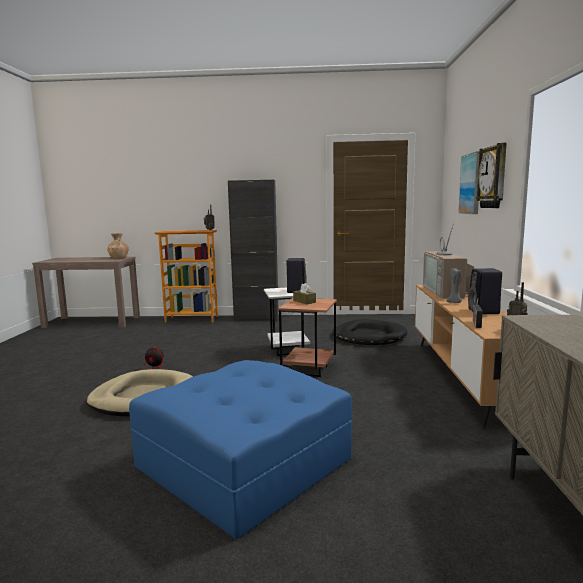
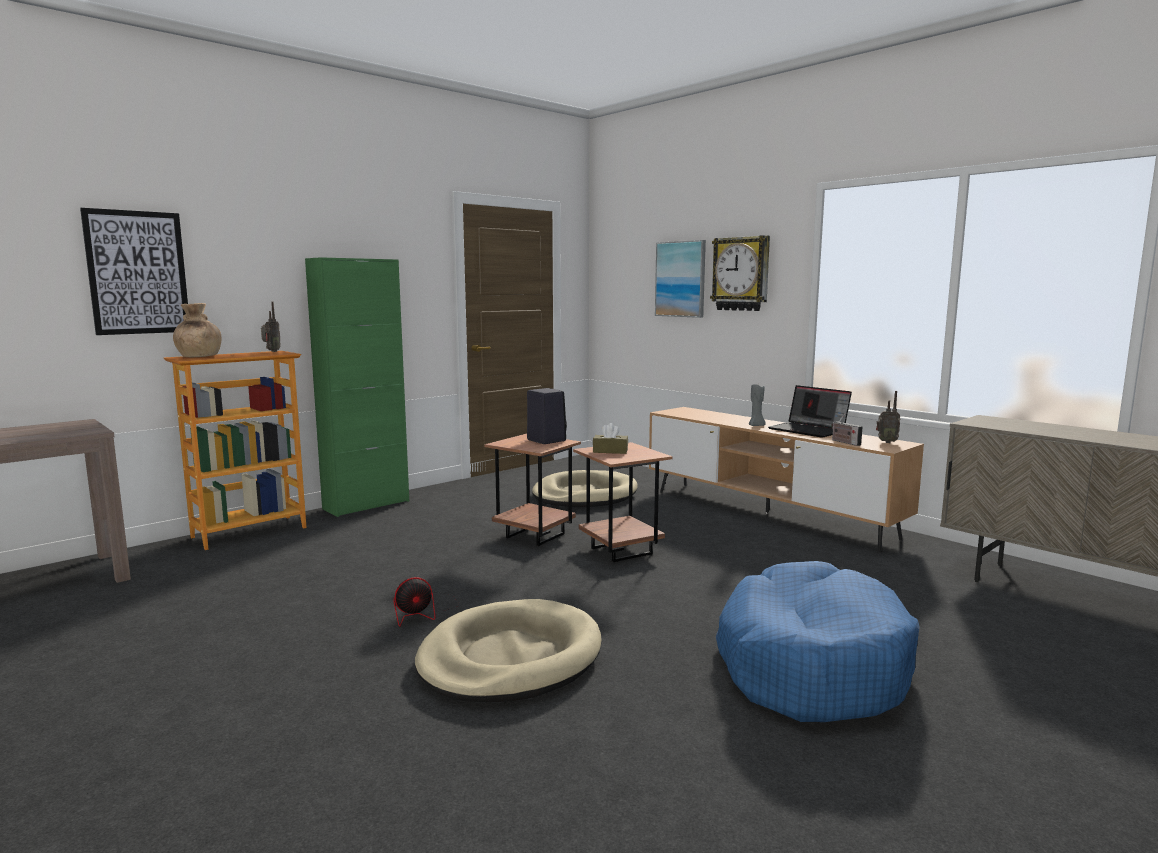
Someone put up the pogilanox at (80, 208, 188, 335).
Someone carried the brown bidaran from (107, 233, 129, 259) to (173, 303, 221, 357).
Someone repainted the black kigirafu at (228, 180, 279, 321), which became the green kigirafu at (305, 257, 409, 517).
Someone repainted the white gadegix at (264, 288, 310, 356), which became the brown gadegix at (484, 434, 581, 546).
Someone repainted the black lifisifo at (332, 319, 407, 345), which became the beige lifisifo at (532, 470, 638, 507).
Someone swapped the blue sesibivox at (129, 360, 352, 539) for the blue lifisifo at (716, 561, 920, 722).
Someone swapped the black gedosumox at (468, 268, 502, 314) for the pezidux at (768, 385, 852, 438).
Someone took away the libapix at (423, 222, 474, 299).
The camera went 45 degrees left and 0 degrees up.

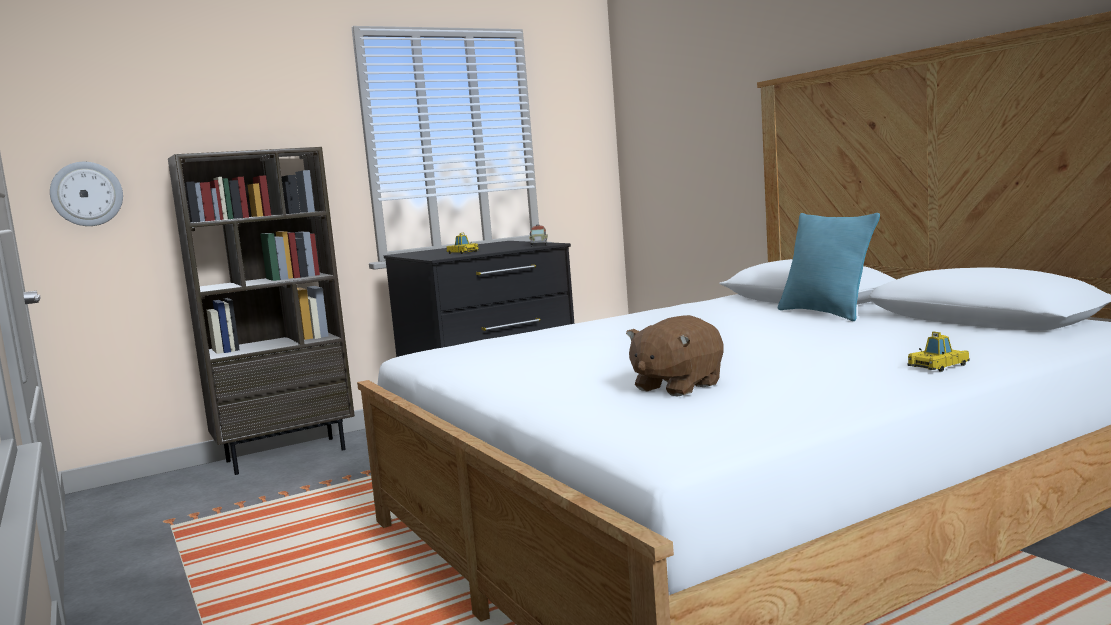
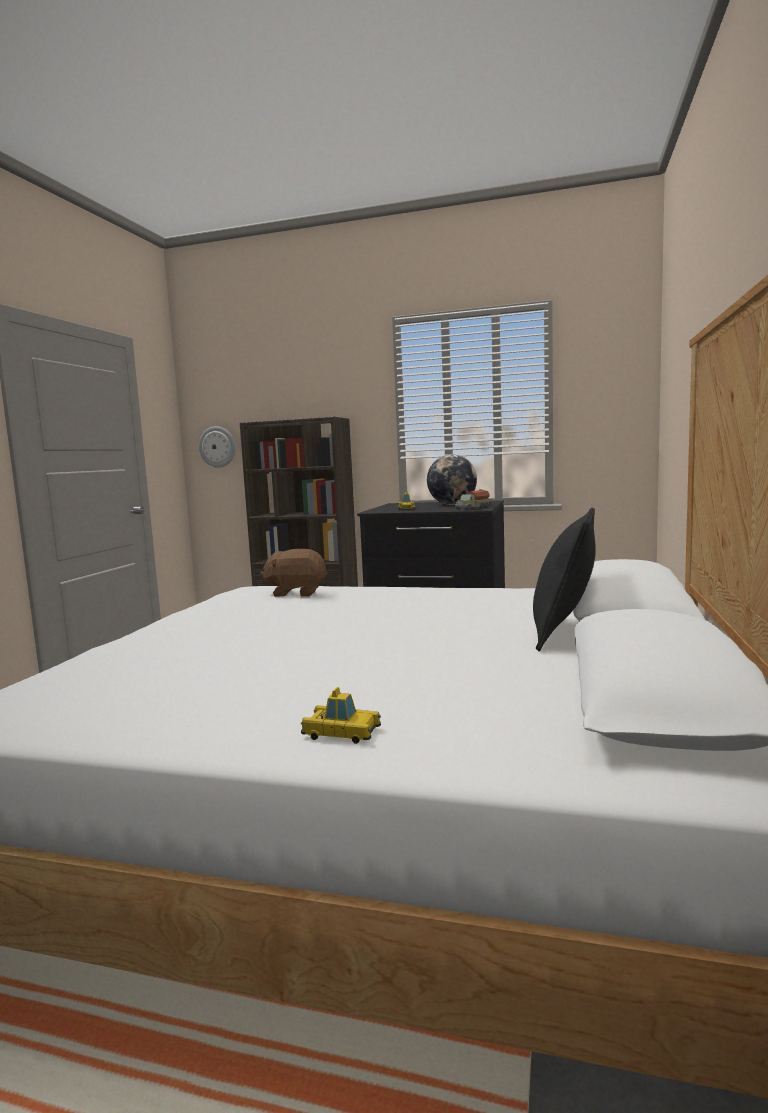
Someone carried the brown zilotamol from (626, 315, 723, 397) to (260, 549, 327, 597).
Someone put down the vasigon at (427, 455, 477, 505).
Someone repainted the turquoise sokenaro at (778, 213, 880, 321), which became the black sokenaro at (533, 507, 596, 651).
The camera went 45 degrees right and 0 degrees up.

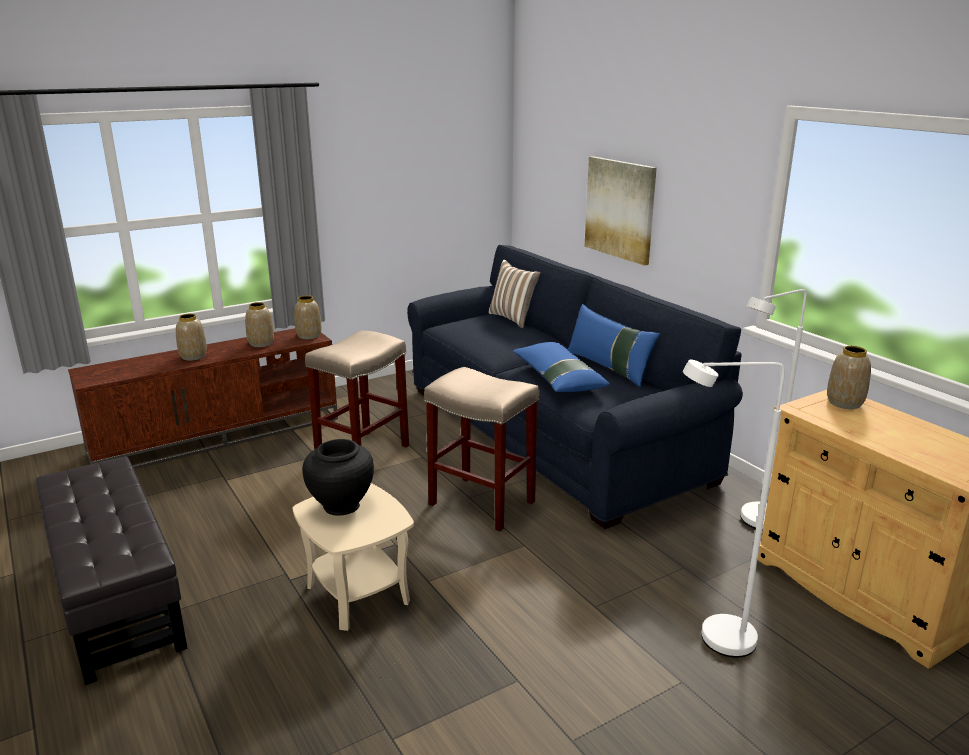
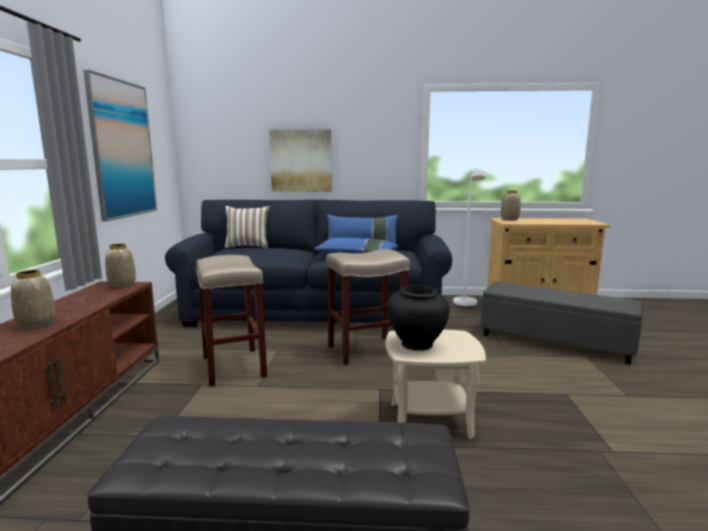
Someone put up the pogilanox at (83, 69, 157, 222).
Someone swapped the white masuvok at (683, 359, 785, 658) for the grey sesibivox at (481, 282, 643, 364).
Someone took away the bidaran at (245, 302, 274, 347).
The camera went 55 degrees left and 10 degrees down.

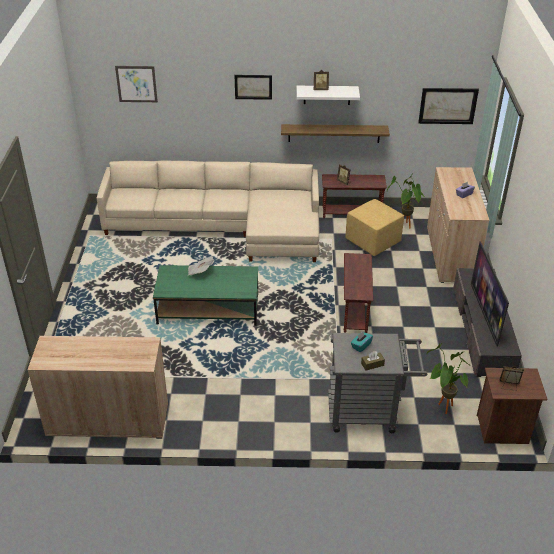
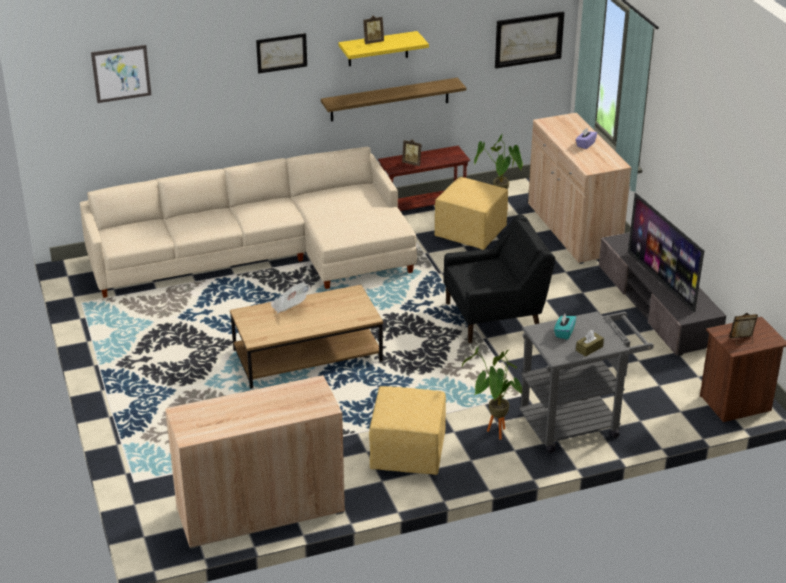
Someone repainted the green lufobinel at (153, 265, 258, 326), which became the brown lufobinel at (230, 285, 383, 389).
Someone repainted the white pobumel at (297, 86, 360, 105), which became the yellow pobumel at (338, 31, 429, 66).
Someone put down the yellow sesibivox at (369, 386, 446, 475).
Someone swapped the brown gadegix at (344, 253, 373, 333) for the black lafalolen at (443, 215, 555, 343).
Someone carried the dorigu from (426, 342, 469, 414) to (462, 346, 522, 440).
The camera went 20 degrees left and 5 degrees down.

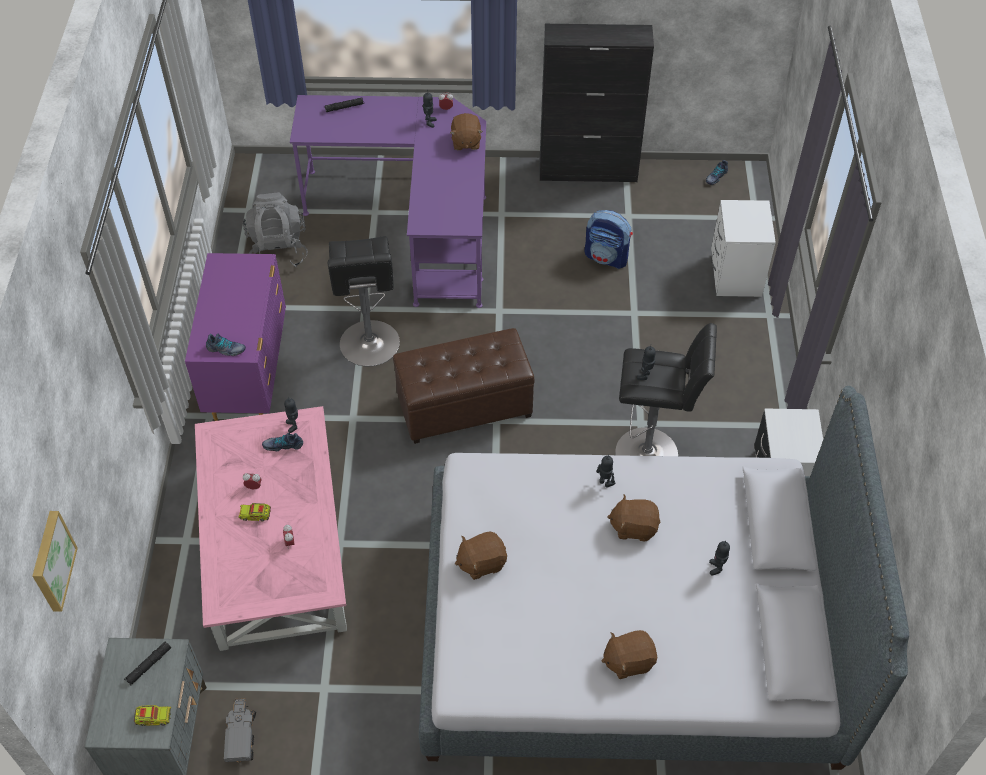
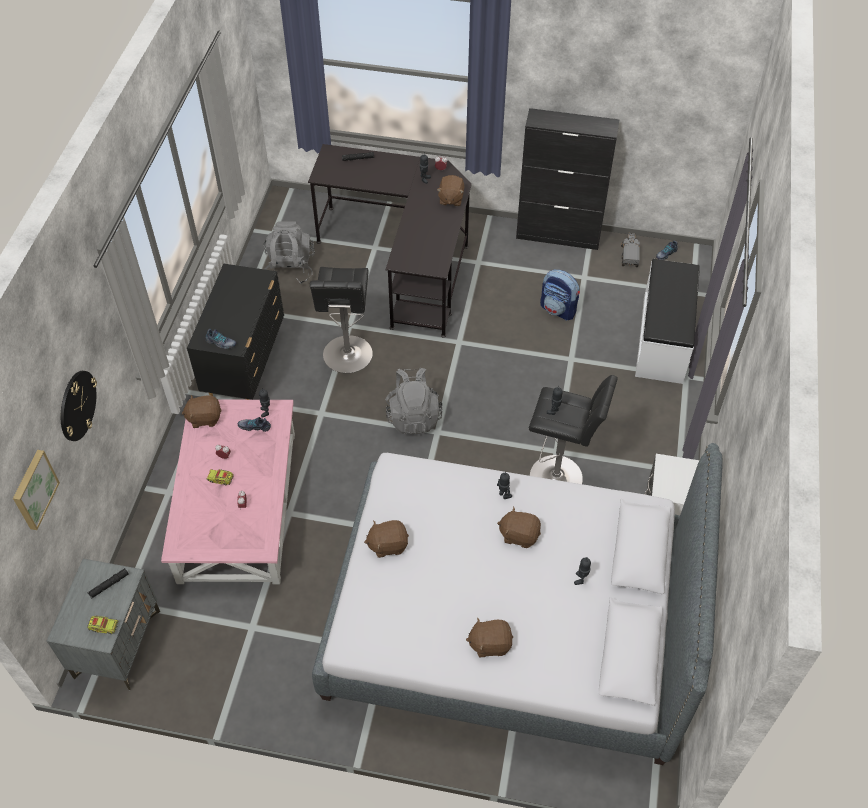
Someone put up the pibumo at (61, 371, 97, 441).
Someone put down the brown zilotamol at (181, 395, 222, 428).
Someone repainted the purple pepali at (185, 253, 286, 421), which became the black pepali at (187, 264, 284, 400).
Someone repainted the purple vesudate at (290, 95, 486, 308), which became the black vesudate at (308, 144, 472, 338).
Someone swapped the brown sesibivox at (393, 328, 535, 444) for the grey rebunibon at (385, 368, 442, 434).
Someone carried the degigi from (224, 698, 256, 762) to (621, 233, 640, 267).
Someone swapped the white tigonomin at (711, 200, 776, 297) for the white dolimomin at (635, 259, 700, 384).
The camera went 10 degrees right and 0 degrees up.

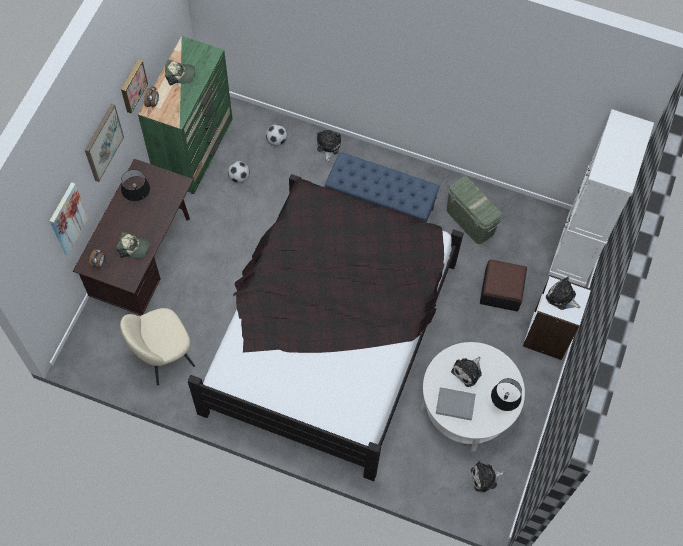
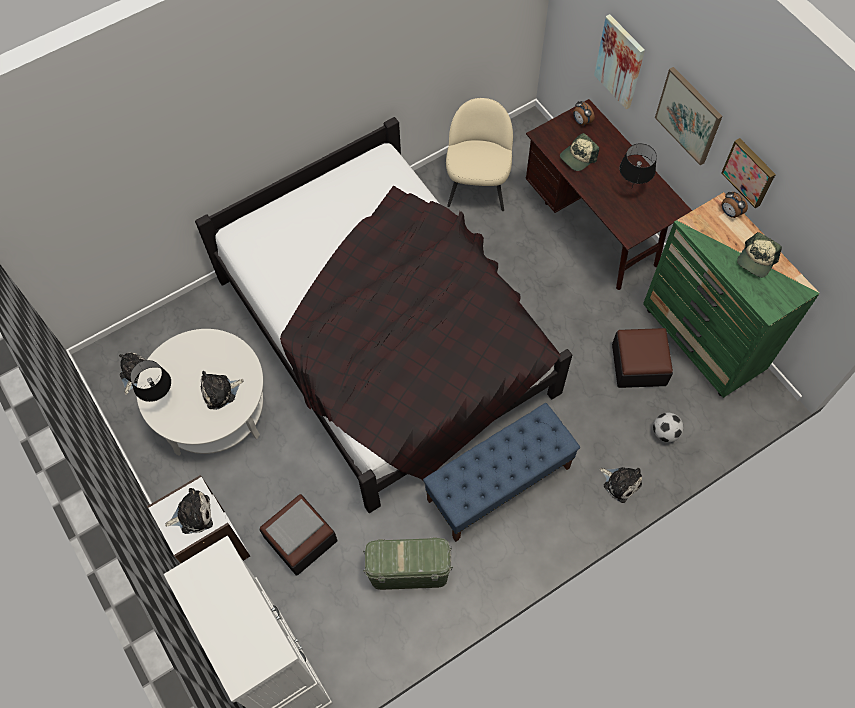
Someone rotated the zilotamol at (451, 356, 482, 387) by 105 degrees counterclockwise.
Someone carried the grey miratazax from (436, 387, 476, 421) to (266, 499, 324, 556).
Someone swapped the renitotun at (228, 161, 250, 183) for the sesibivox at (612, 328, 673, 388).
The camera went 130 degrees right and 0 degrees up.

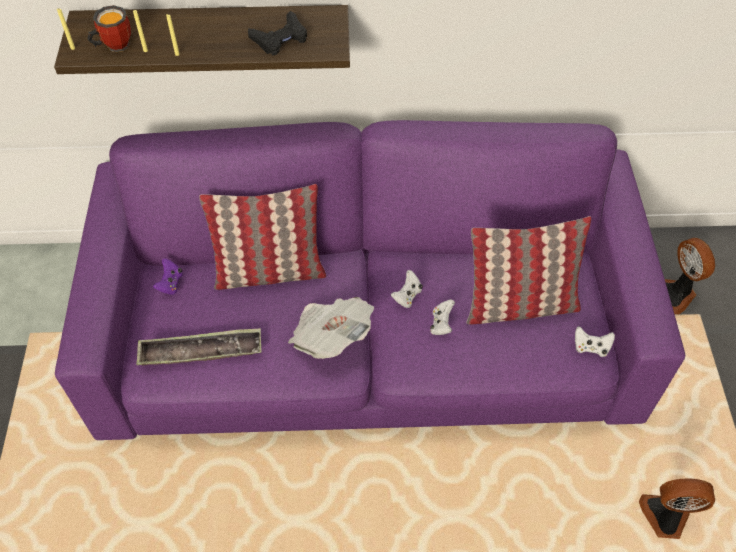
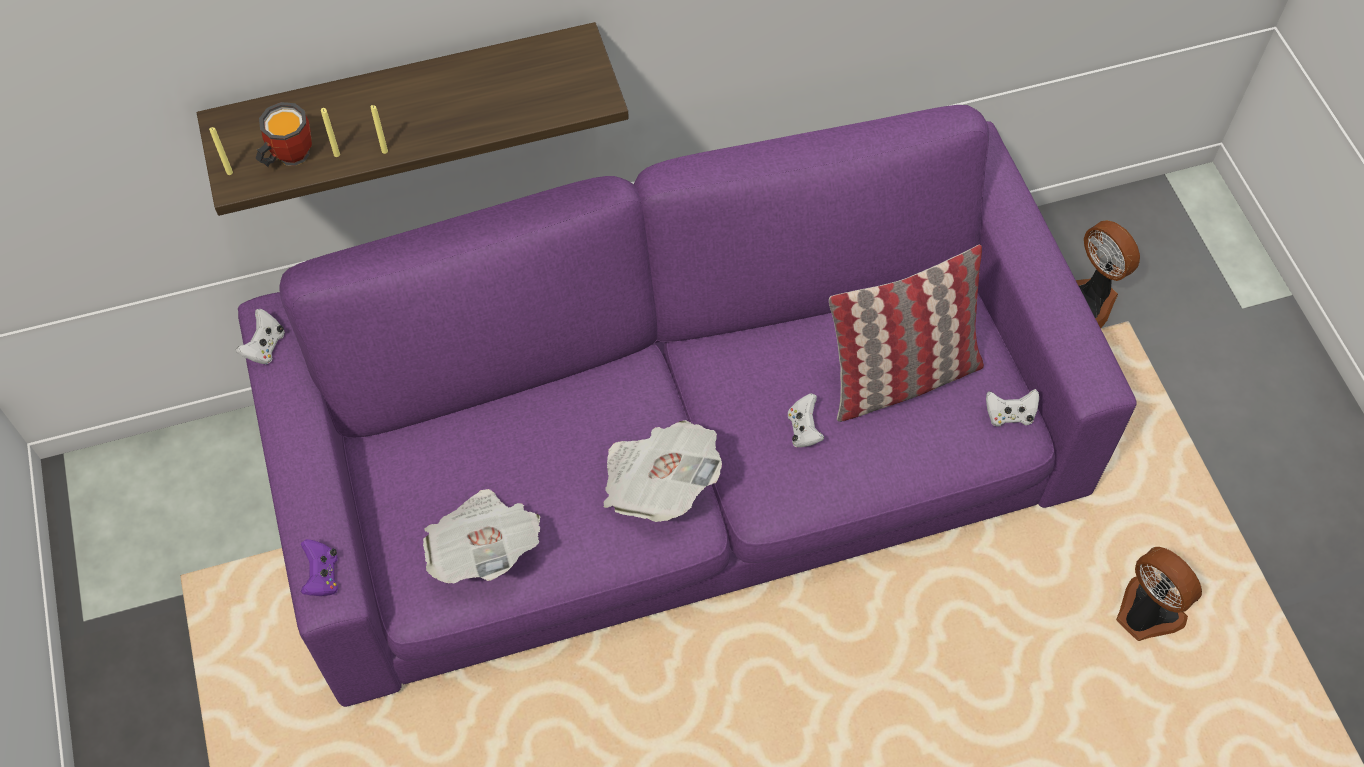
Someone carried the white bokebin from (391, 270, 423, 308) to (236, 309, 285, 365).
Someone carried the purple bokebin from (153, 258, 183, 295) to (301, 539, 338, 596).
Someone swapped the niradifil at (136, 328, 261, 366) for the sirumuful at (423, 489, 541, 584).
Someone rotated the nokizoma at (639, 479, 715, 539) by 60 degrees clockwise.
Someone took away the sokenaro at (199, 184, 326, 290).
Someone took away the black bokebin at (248, 11, 307, 55).
The camera went 15 degrees left and 5 degrees up.

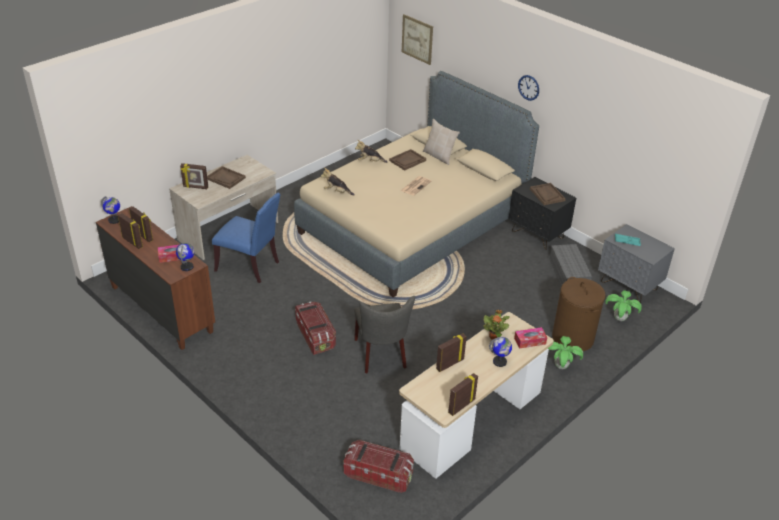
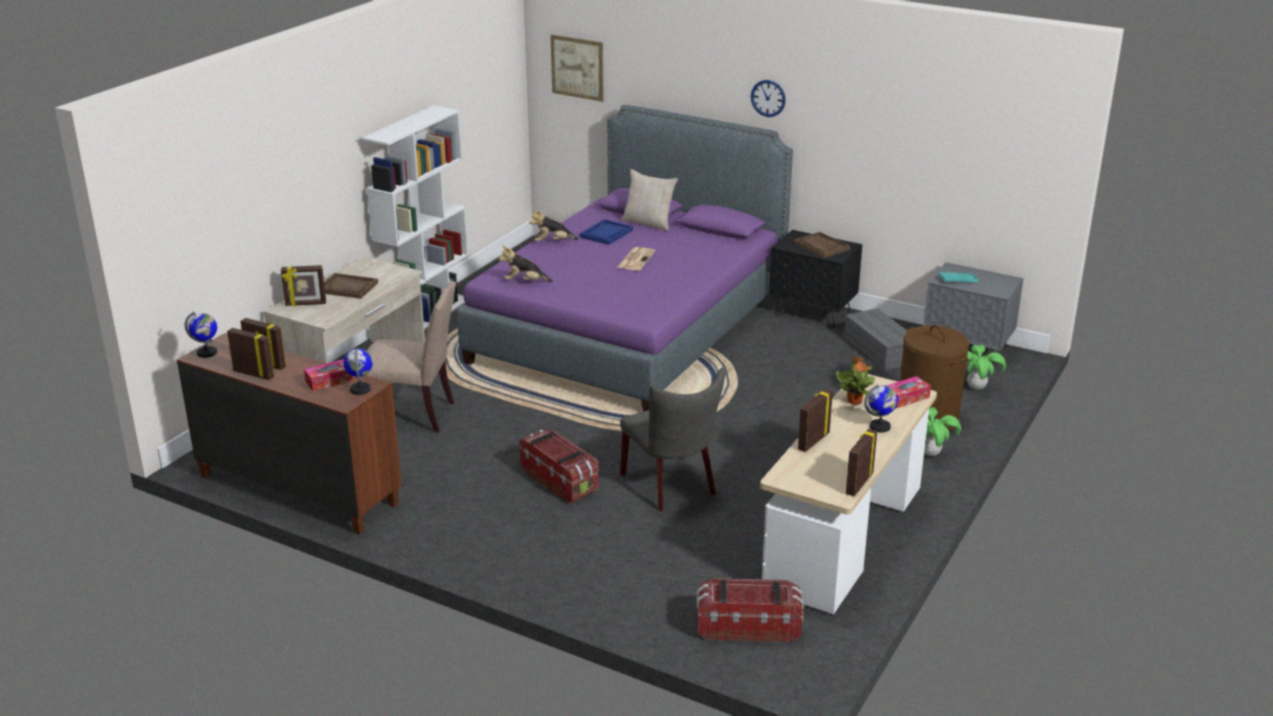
Someone put down the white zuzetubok at (362, 105, 468, 330).
Someone repainted the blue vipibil at (212, 193, 280, 283), which became the beige vipibil at (366, 281, 456, 432).
Someone repainted the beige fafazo at (294, 71, 539, 297), which became the purple fafazo at (457, 105, 793, 412).
Someone repainted the brown niradifil at (389, 149, 426, 171), which became the blue niradifil at (580, 219, 633, 245).
The camera went 15 degrees left and 10 degrees down.

